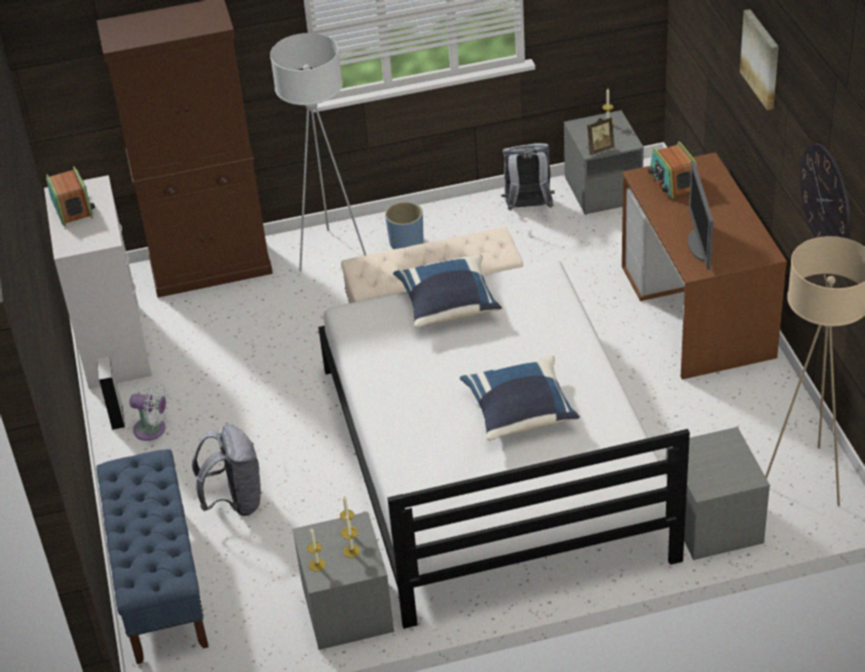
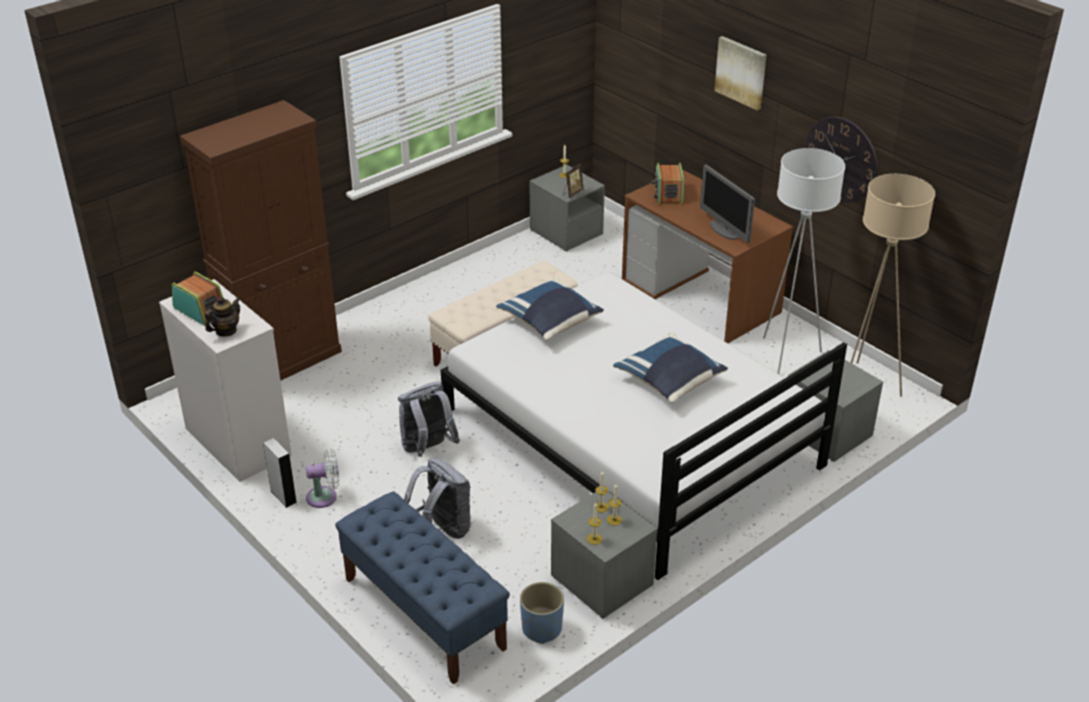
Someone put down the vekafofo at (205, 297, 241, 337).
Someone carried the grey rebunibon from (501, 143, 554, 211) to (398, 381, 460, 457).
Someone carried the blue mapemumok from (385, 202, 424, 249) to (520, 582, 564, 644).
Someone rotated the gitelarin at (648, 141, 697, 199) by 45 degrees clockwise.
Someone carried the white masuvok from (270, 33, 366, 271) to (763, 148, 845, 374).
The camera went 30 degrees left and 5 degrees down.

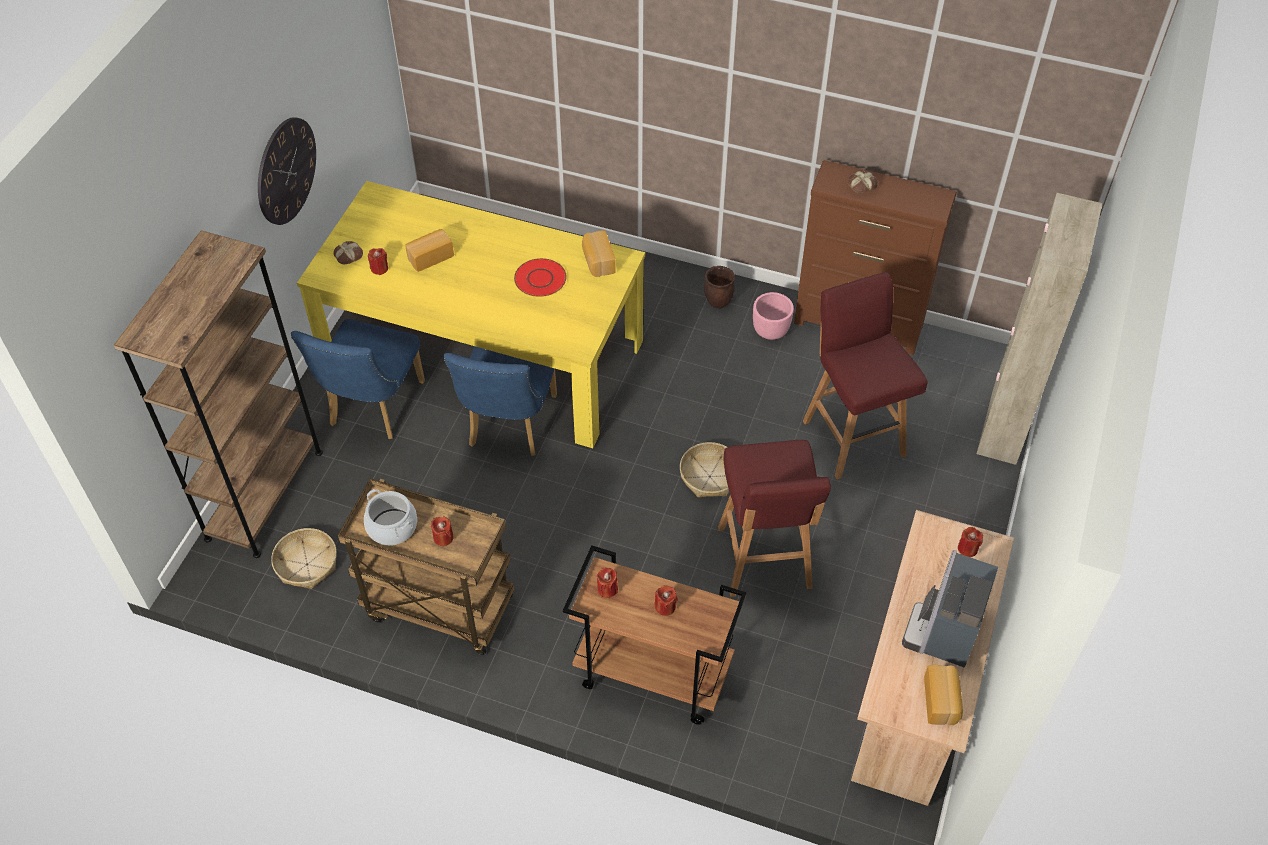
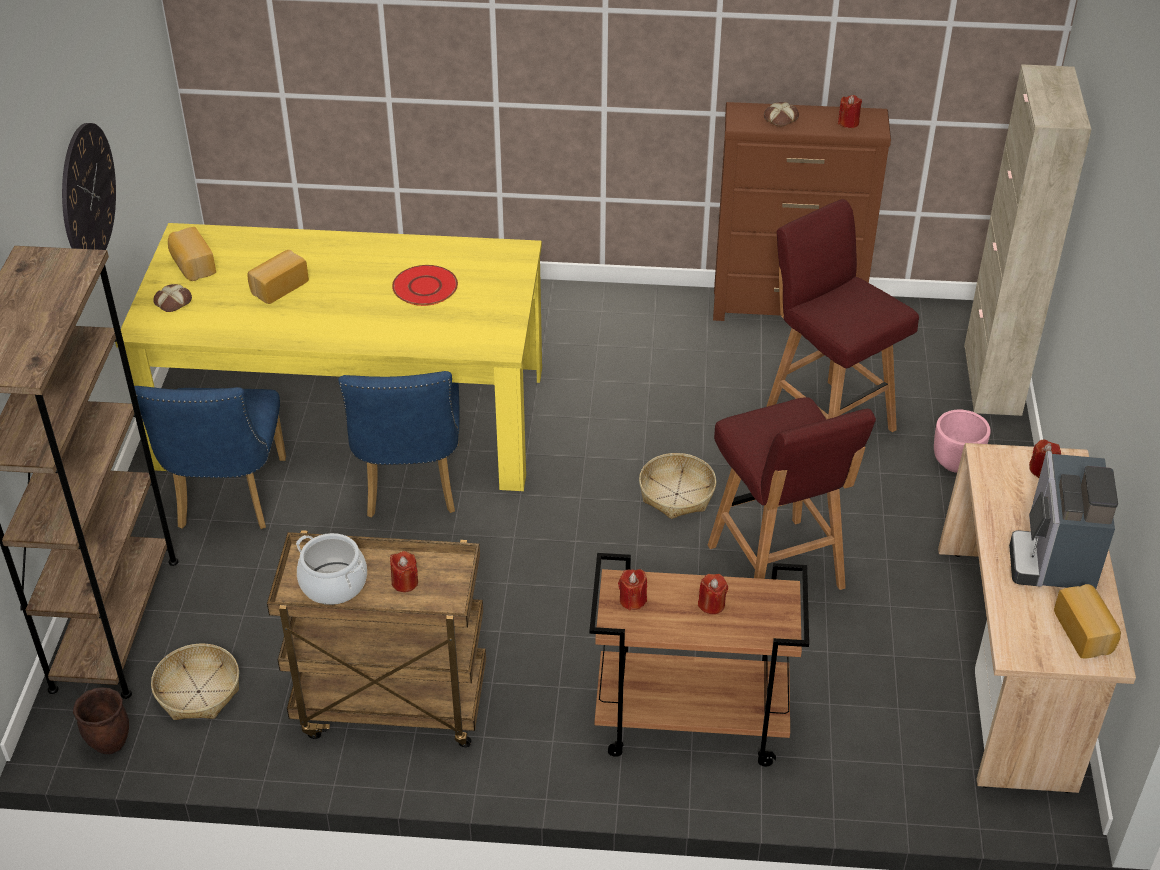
Someone carried the brown mapemumok from (704, 266, 735, 309) to (73, 687, 129, 754).
Someone carried the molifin from (582, 230, 616, 277) to (168, 227, 216, 281).
Someone carried the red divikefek from (368, 248, 388, 275) to (838, 95, 862, 128).
Someone carried the pink mapemumok from (753, 292, 794, 340) to (934, 409, 991, 473).
The camera went 15 degrees left and 10 degrees down.

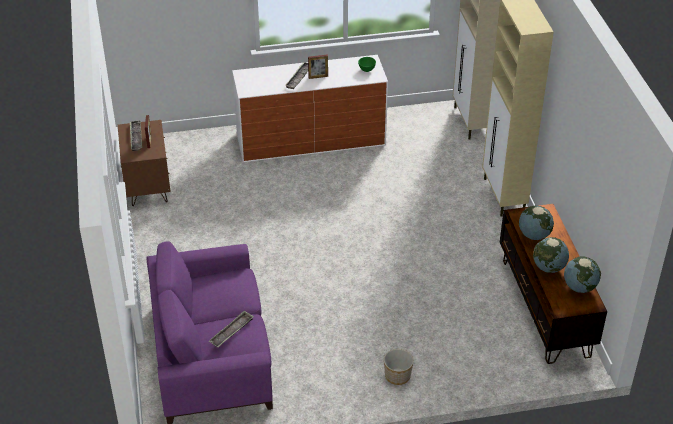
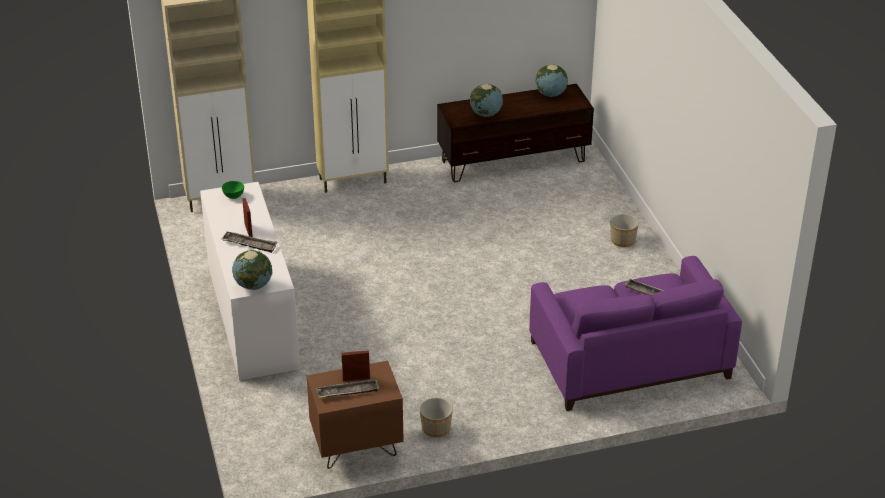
Someone carried the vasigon from (533, 237, 569, 273) to (232, 250, 273, 290).
Someone put down the mapemumok at (419, 397, 453, 437).
The camera went 95 degrees left and 5 degrees down.

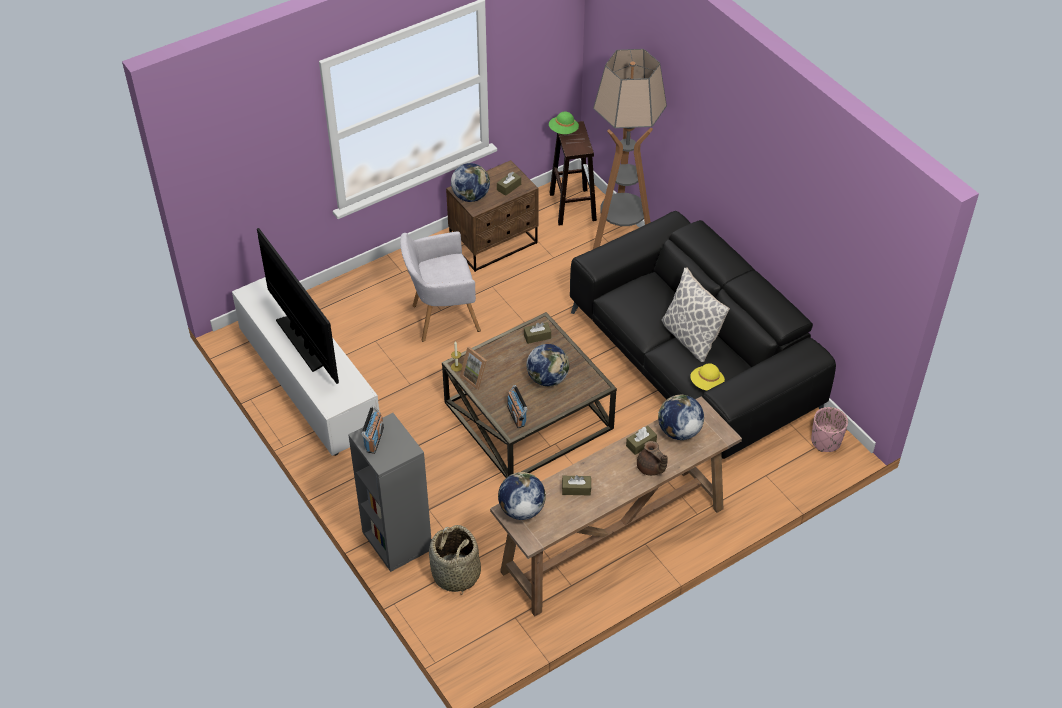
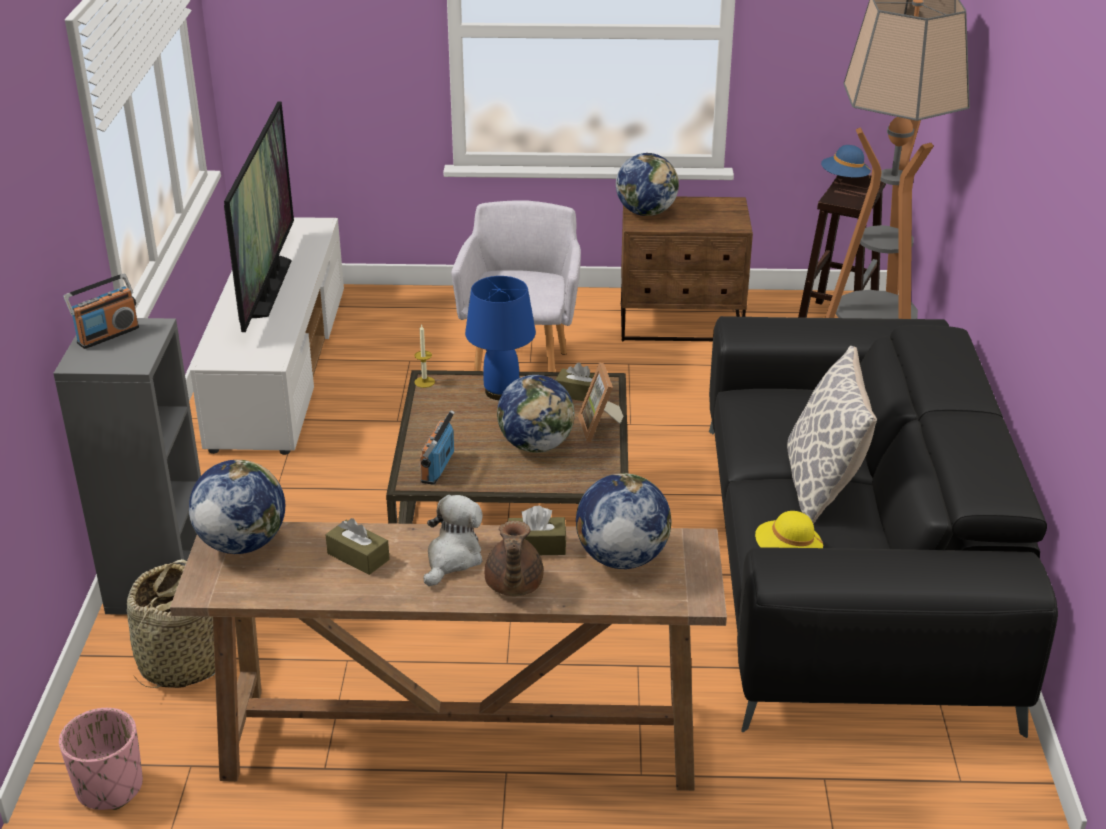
Someone carried the pink mapemumok from (811, 407, 848, 452) to (59, 708, 143, 810).
Someone put down the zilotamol at (423, 495, 483, 586).
Someone rotated the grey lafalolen at (400, 231, 481, 342) by 75 degrees clockwise.
Someone put down the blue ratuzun at (465, 276, 536, 400).
Someone carried the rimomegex from (460, 347, 487, 390) to (578, 362, 624, 442).
Someone repainted the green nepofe at (549, 112, 579, 134), which became the blue nepofe at (821, 145, 871, 179).
Someone took away the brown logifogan at (497, 172, 521, 196).
The camera went 35 degrees right and 15 degrees down.

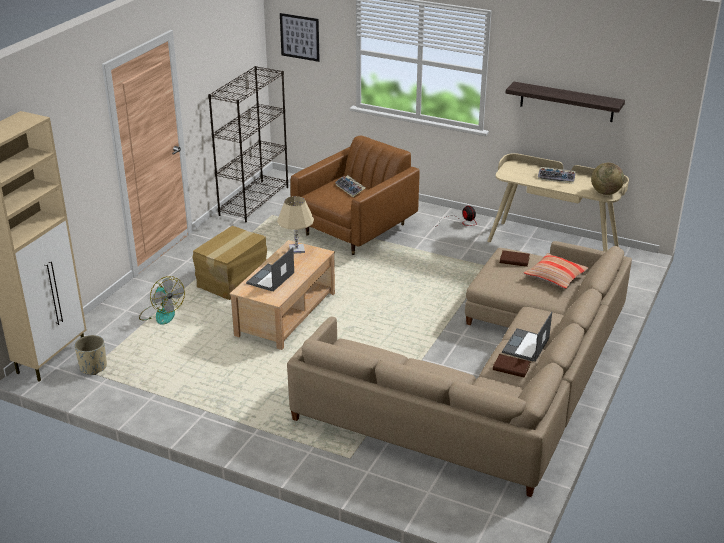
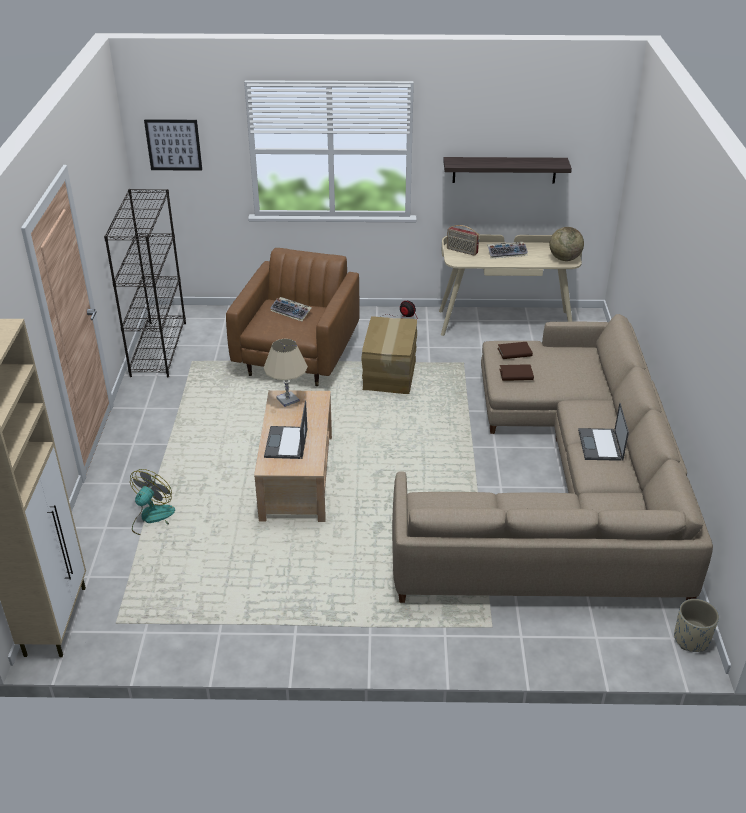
Someone rotated the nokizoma at (139, 276, 185, 325) by 90 degrees counterclockwise.
Someone carried the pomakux from (193, 226, 267, 300) to (361, 316, 417, 394).
Someone put down the gitelarin at (447, 225, 479, 256).
Someone carried the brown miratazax from (493, 354, 531, 378) to (500, 364, 534, 381).
Someone carried the beige mapemumok from (74, 335, 107, 375) to (674, 599, 719, 652).
Someone took away the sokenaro at (524, 253, 589, 289).
The camera went 25 degrees left and 5 degrees up.

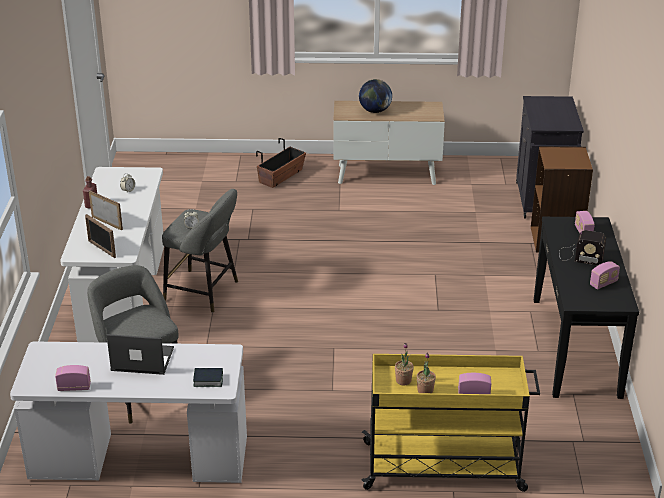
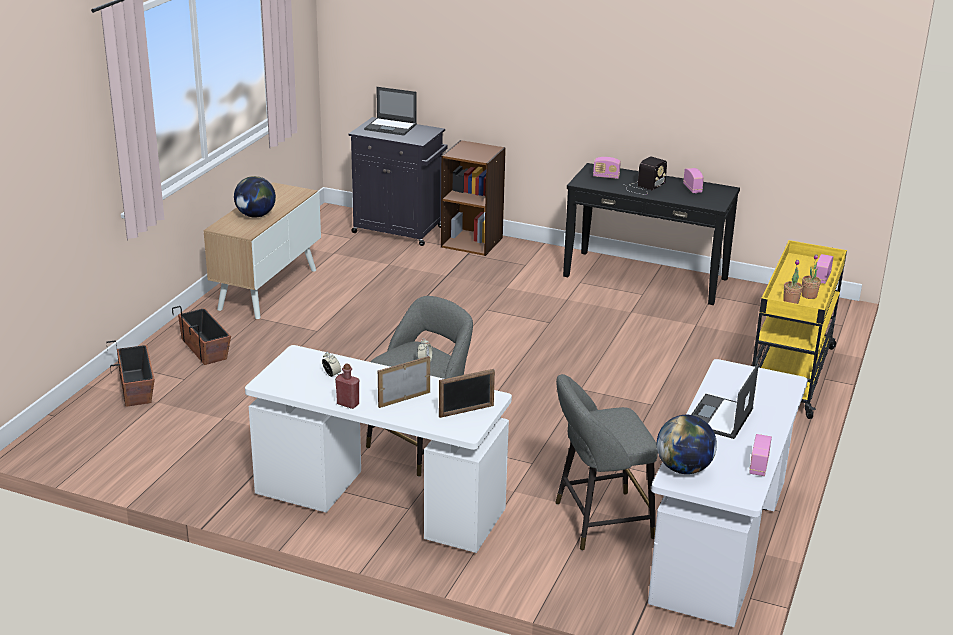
Someone put down the mapemumok at (106, 341, 155, 407).
Someone put down the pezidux at (364, 87, 417, 136).
Someone put down the vasigon at (657, 415, 717, 474).
Someone took away the miratazax at (193, 368, 223, 387).
The camera went 70 degrees left and 5 degrees down.

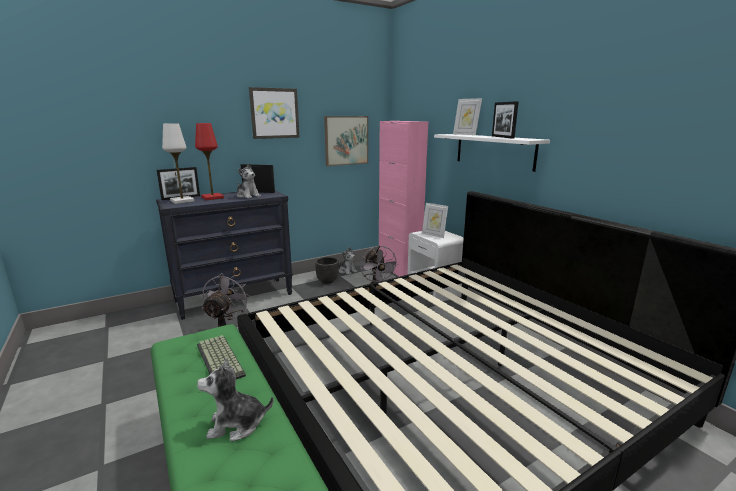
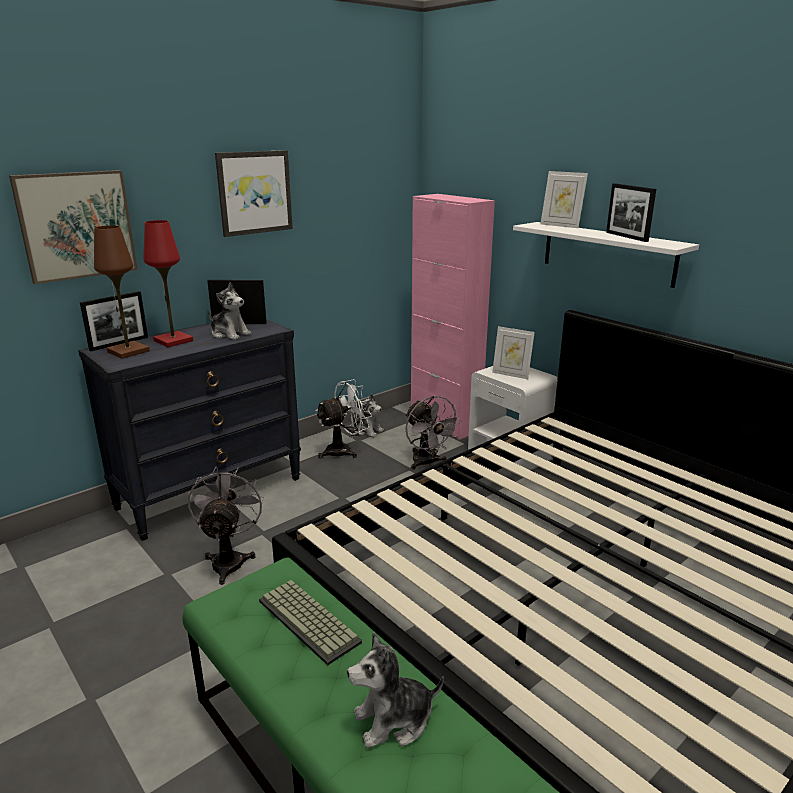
Someone carried the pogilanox from (324, 116, 368, 166) to (9, 170, 138, 284).
Someone repainted the white ratuzun at (162, 123, 194, 204), which became the brown ratuzun at (94, 225, 150, 359).
Someone swapped the black mapemumok at (315, 257, 339, 284) for the white nokizoma at (315, 379, 372, 458).
The camera went 10 degrees left and 5 degrees up.

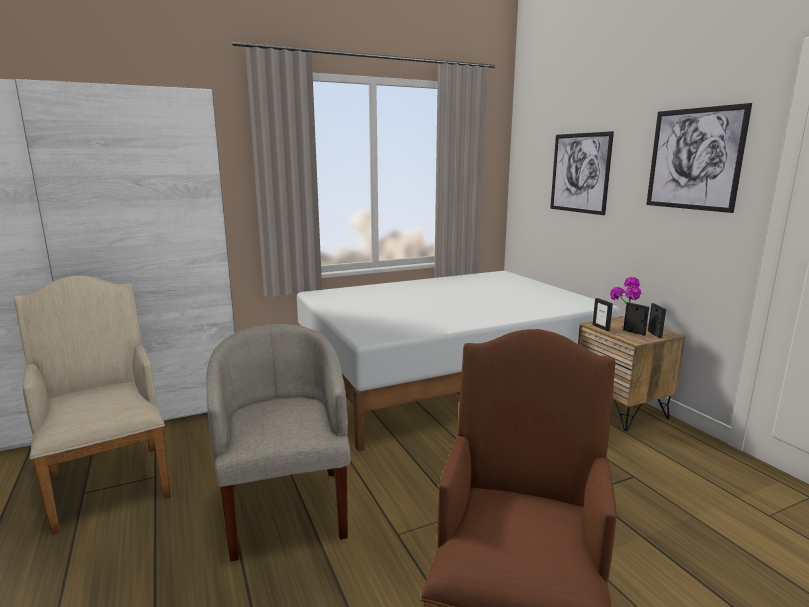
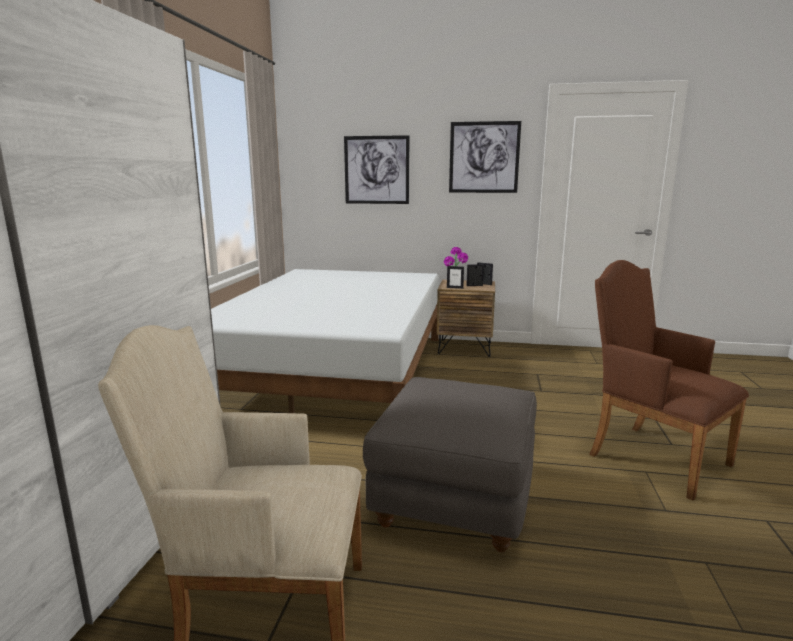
Someone swapped the beige lafalolen at (206, 324, 351, 562) for the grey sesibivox at (363, 377, 537, 552).
The camera went 55 degrees left and 0 degrees up.

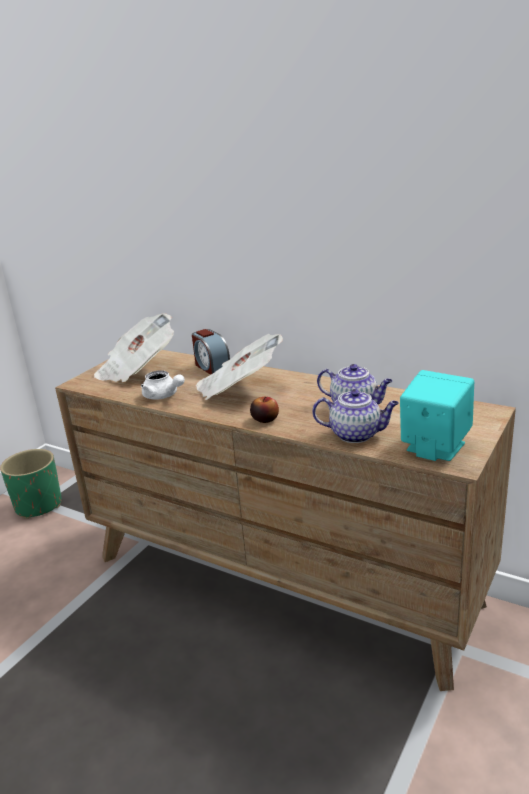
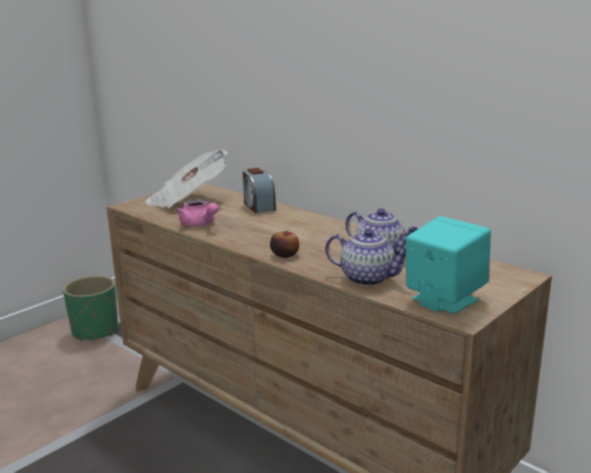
Someone repainted the white vekafofo at (141, 370, 185, 400), which became the pink vekafofo at (176, 199, 218, 226).
Someone took away the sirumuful at (196, 334, 283, 400).
The camera went 10 degrees right and 5 degrees down.

